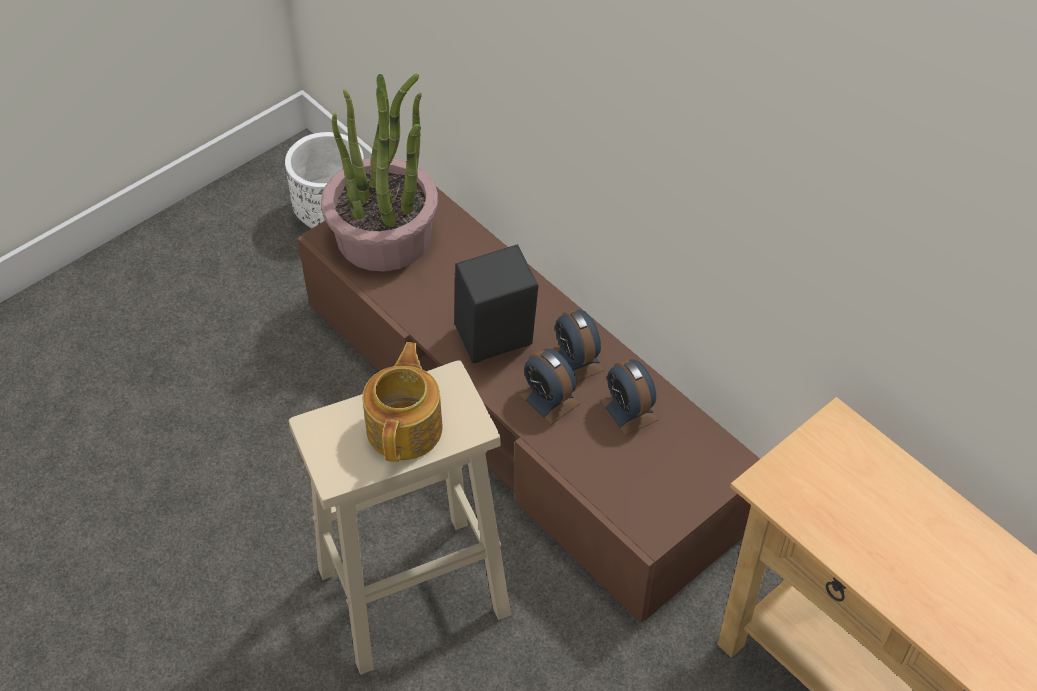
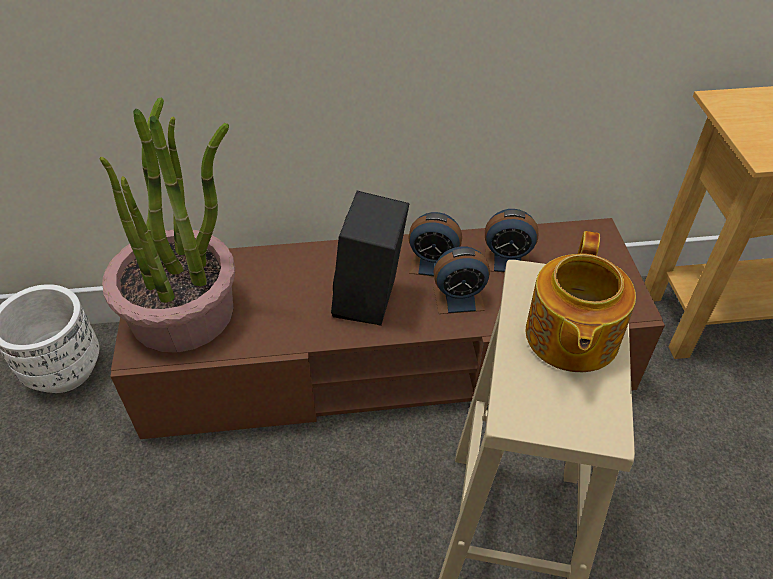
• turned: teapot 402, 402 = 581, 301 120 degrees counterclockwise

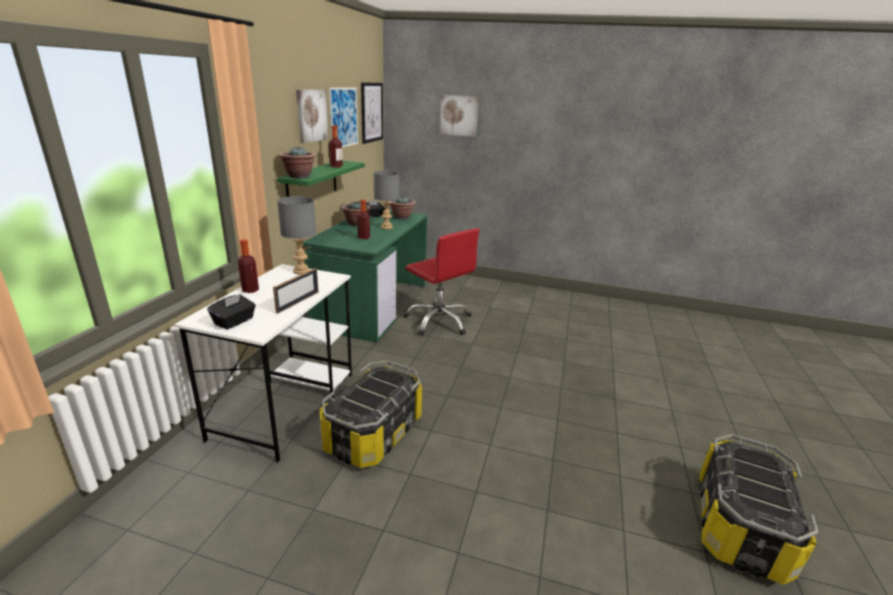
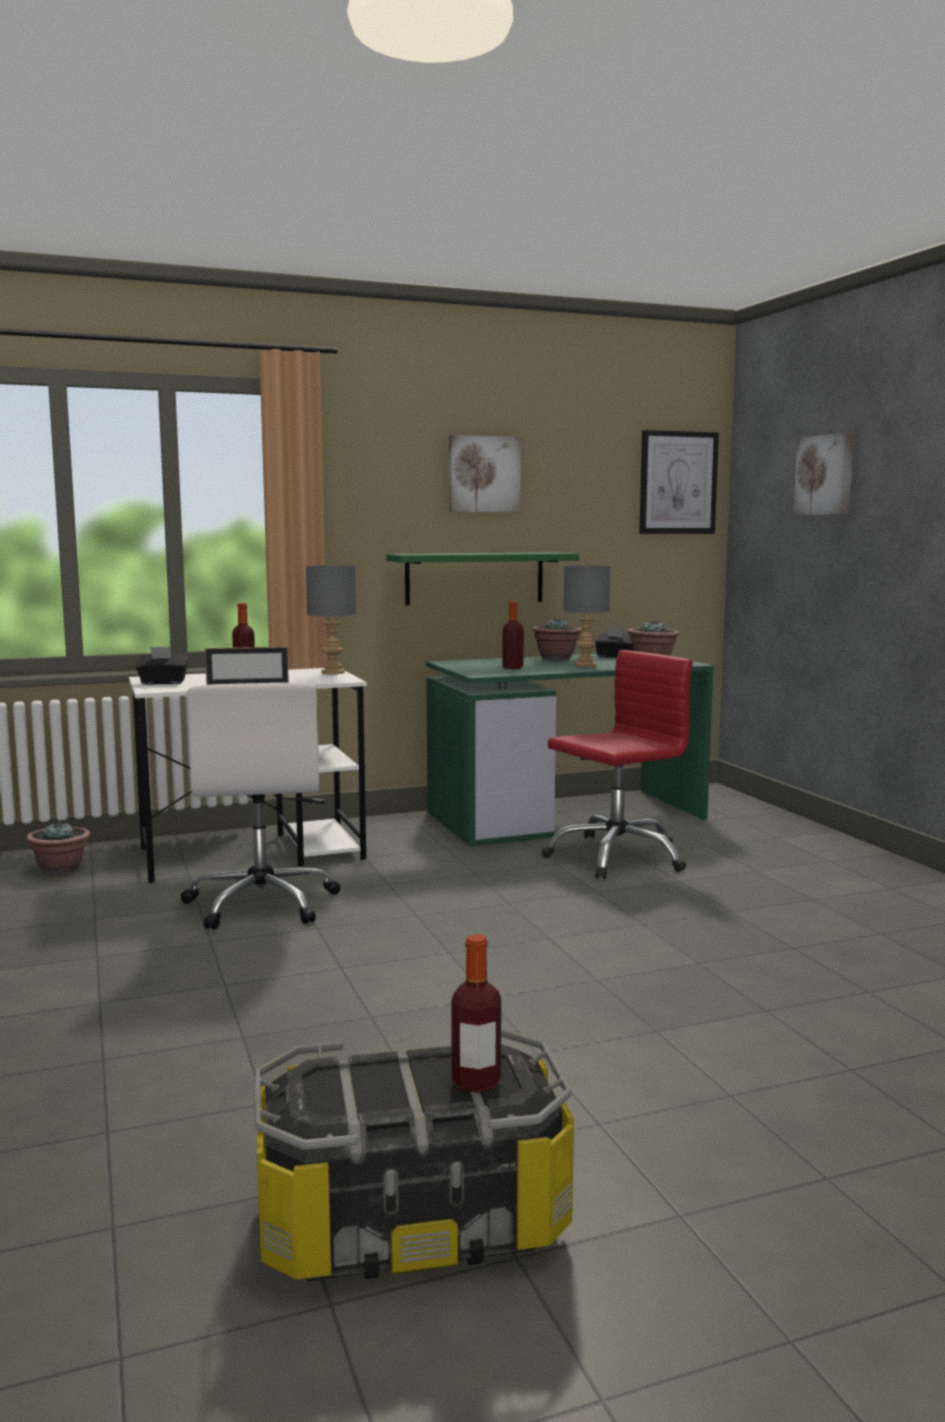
• removed: picture 343, 117
• moved: potted plant 297, 162 to 58, 848
• moved: bottle 336, 147 to 476, 1013
• replaced: storage box 371, 414 to white office chair 261, 806
• turned: red office chair 442, 282 = 617, 764 135 degrees counterclockwise

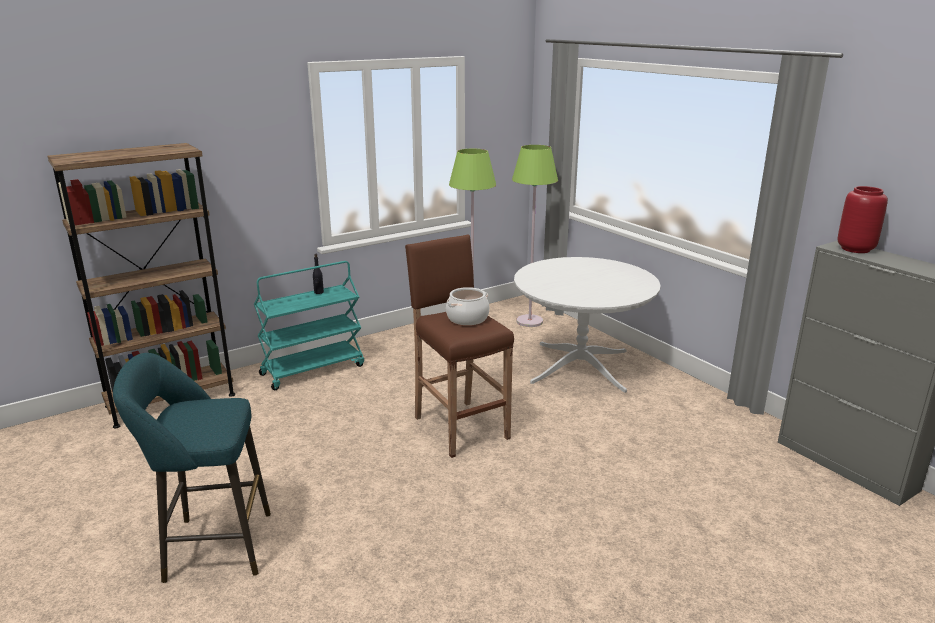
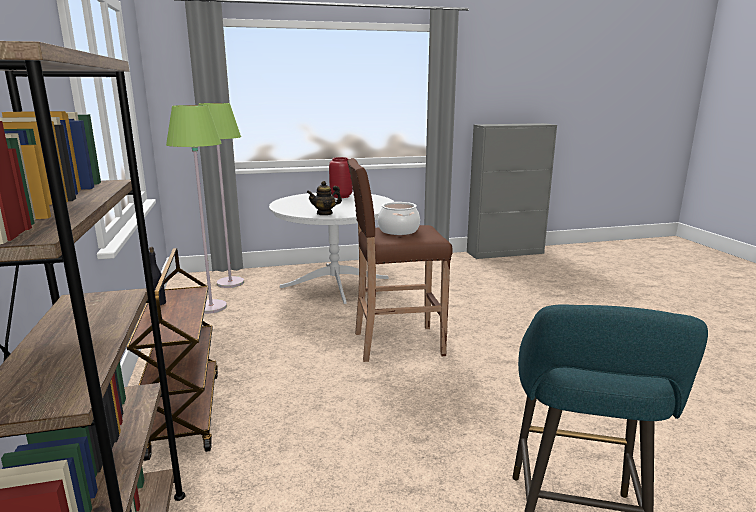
• added: teapot 324, 198
• moved: red vase 863, 219 to 341, 177
• recoloured: turquoise cart 309, 325 to brown cart 172, 354

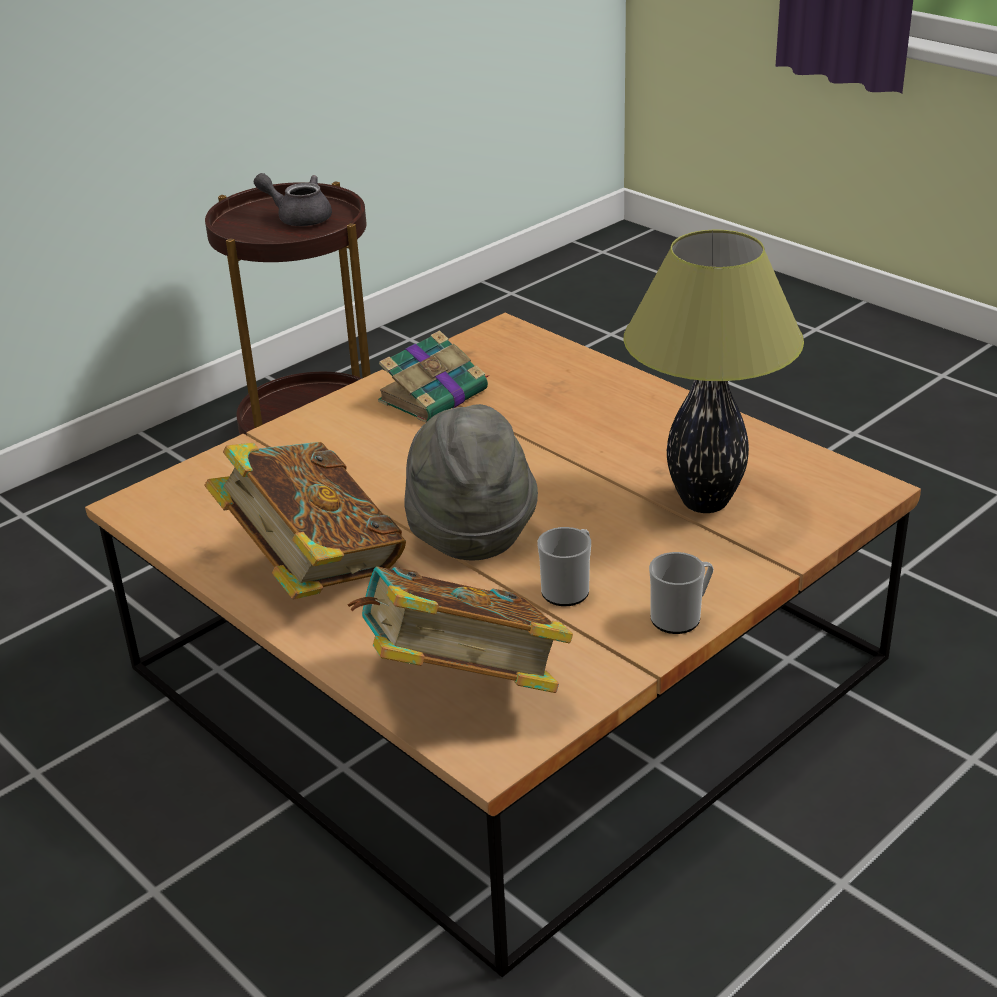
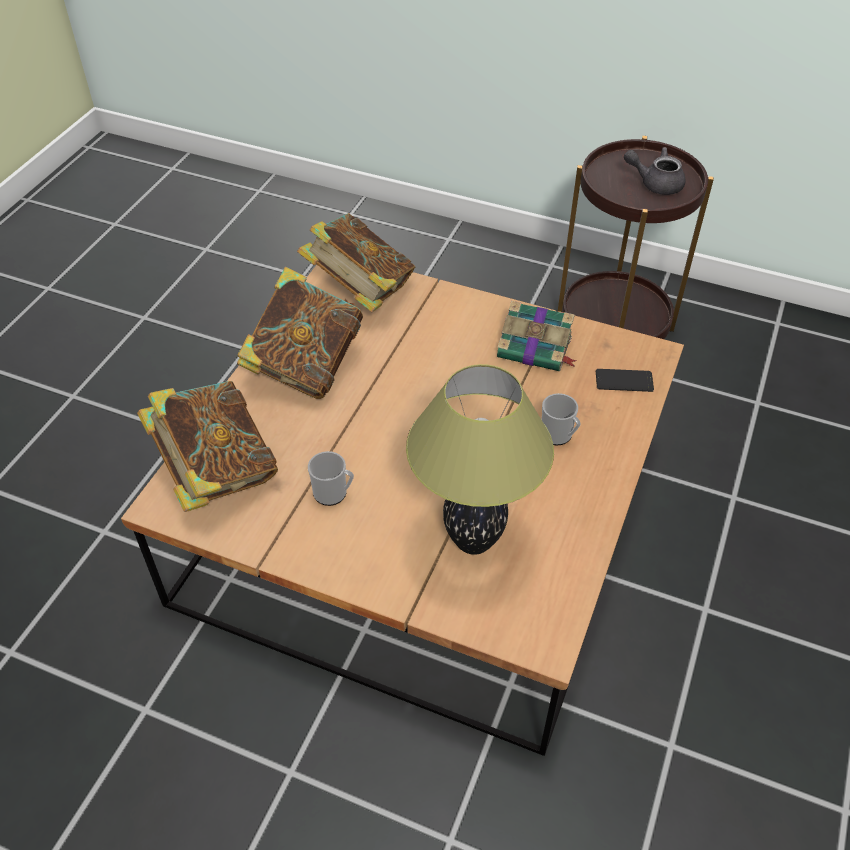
• removed: grey hat 471, 482
• added: book 356, 262
• added: phone 625, 380
• moved: mug 681, 593 to 561, 419
• turned: grey teapot 293, 199 = 655, 171 75 degrees counterclockwise

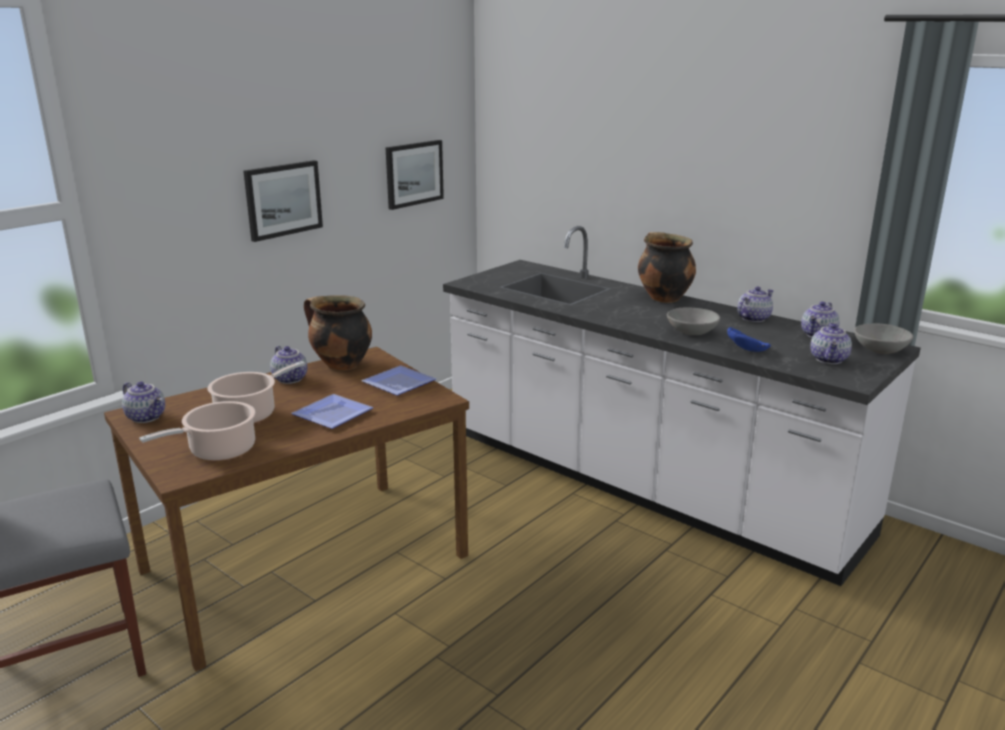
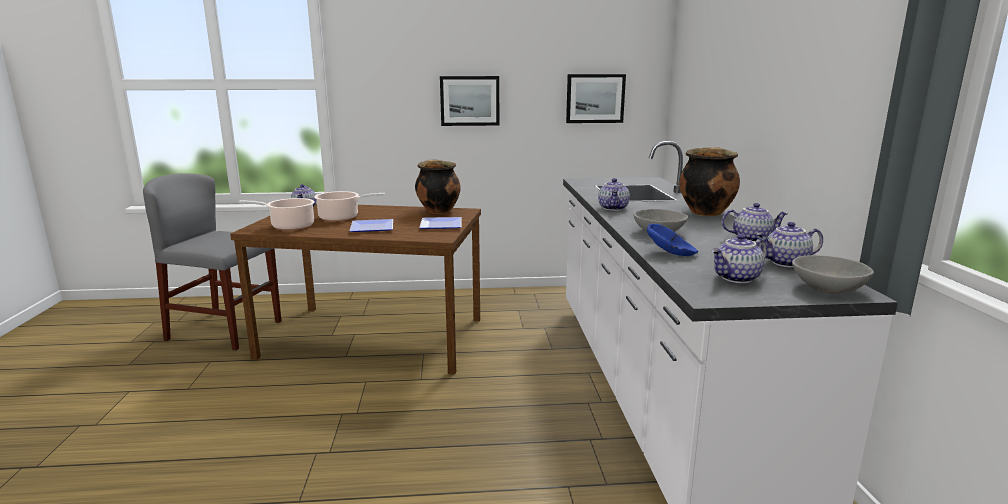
• moved: teapot 288, 365 to 614, 194

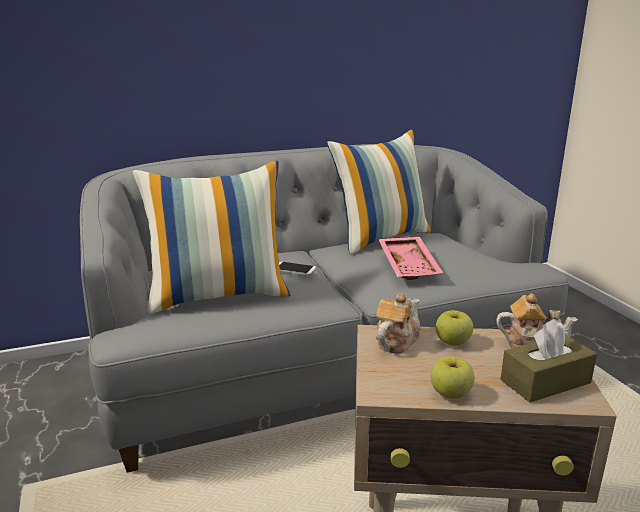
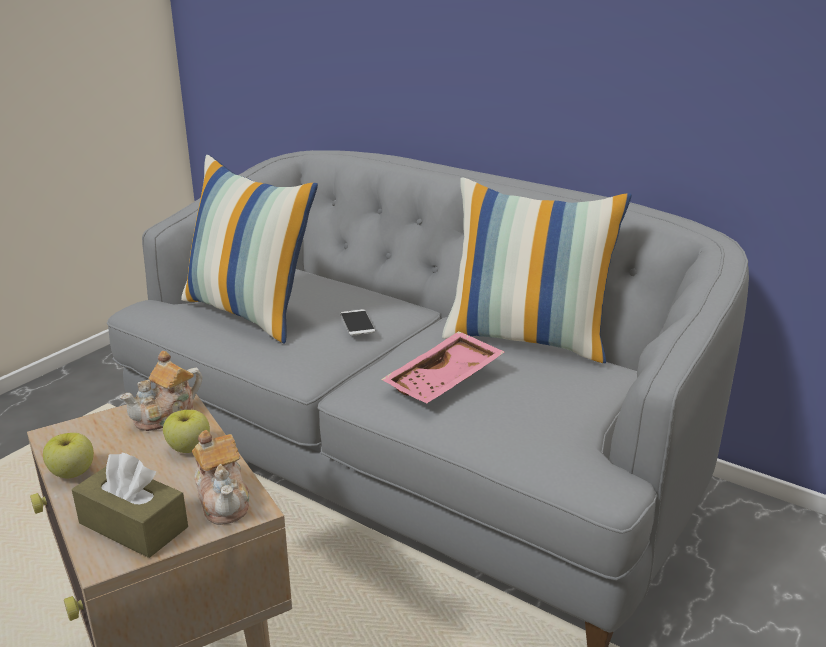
• turned: teapot 398, 323 = 161, 391 135 degrees clockwise

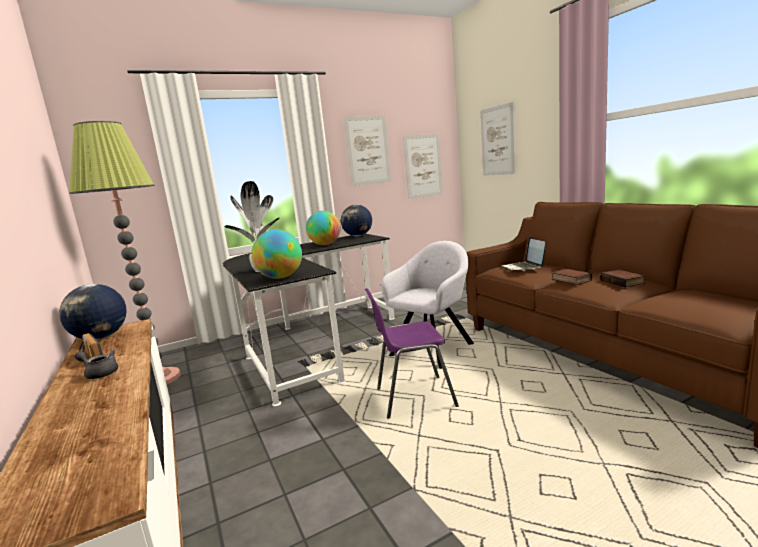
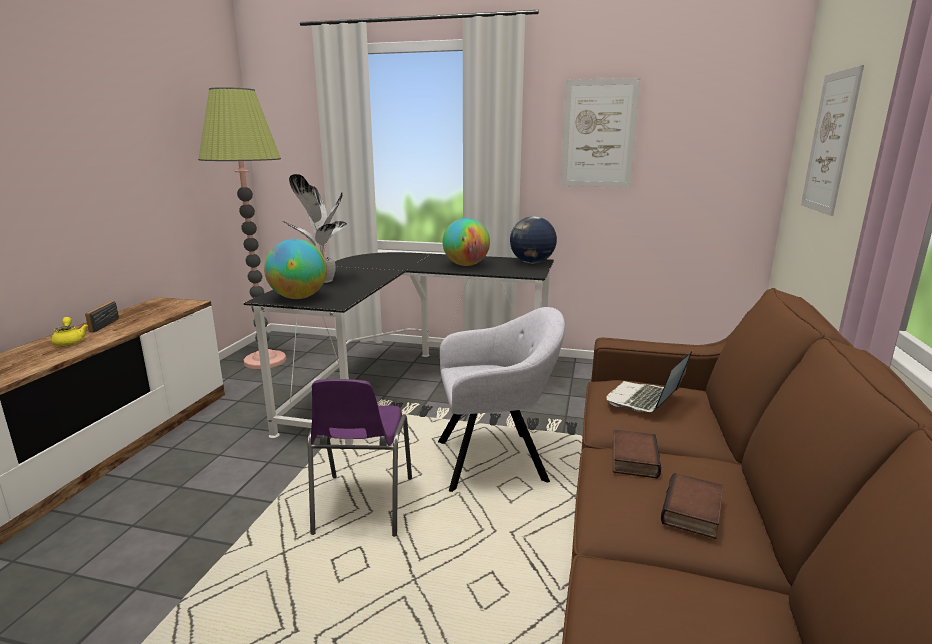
• removed: globe 93, 312
• removed: picture 423, 166
• recoloured: grey teapot 96, 364 to yellow teapot 69, 331
• turned: purple chair 412, 353 = 360, 457 120 degrees counterclockwise

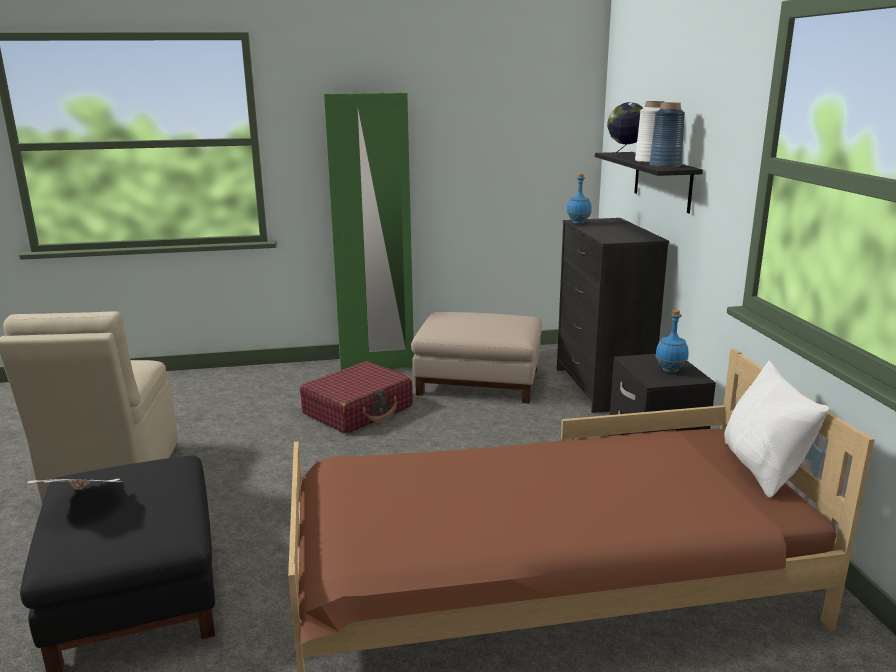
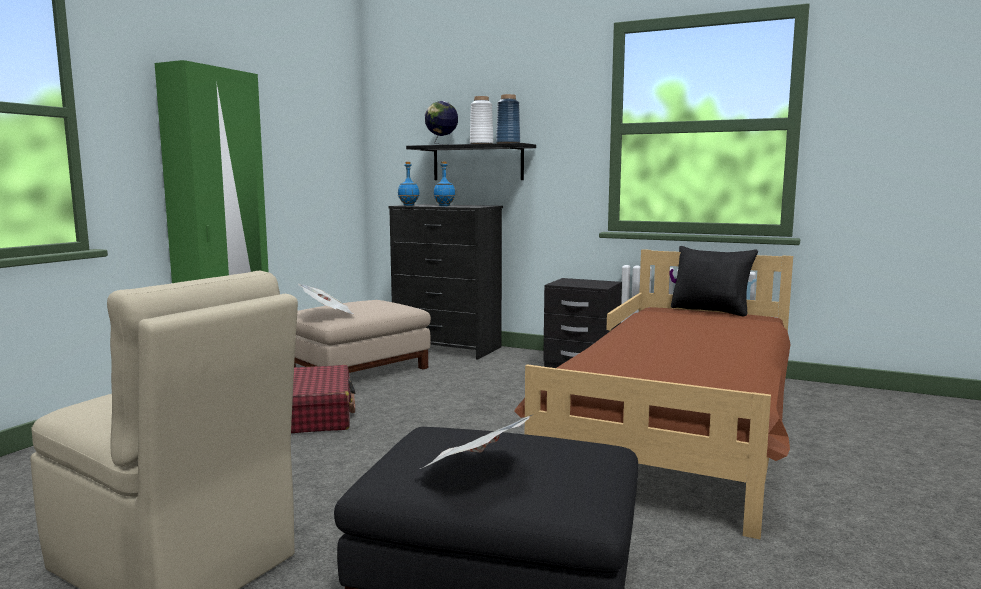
• added: newspaper 325, 299
• moved: blue bottle 672, 341 to 444, 183
• recoloured: white pillow 776, 429 to black pillow 714, 281

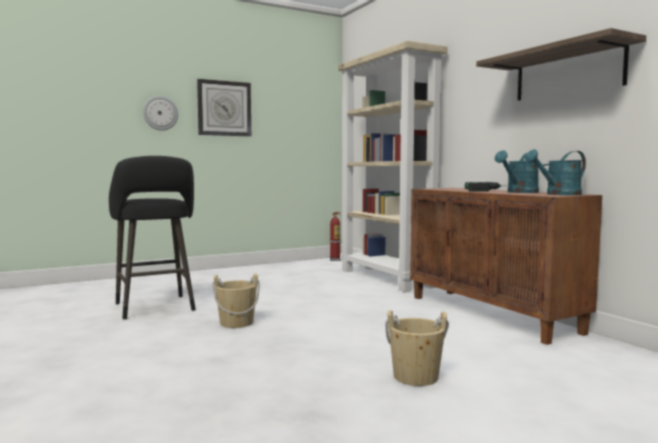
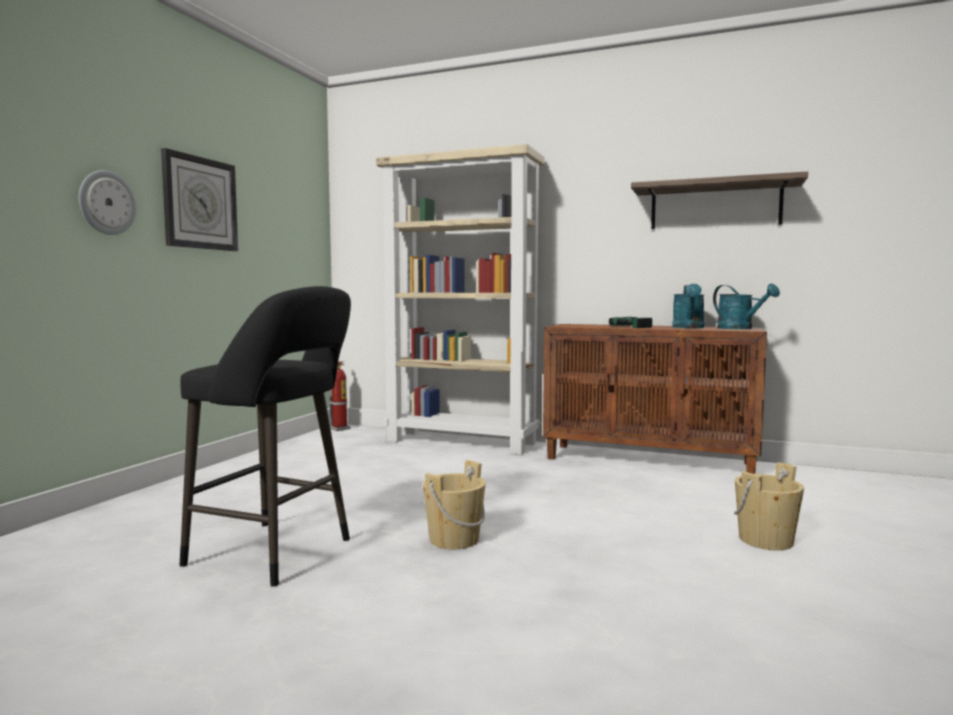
• turned: turquoise watering can 555, 172 = 746, 306 60 degrees counterclockwise

